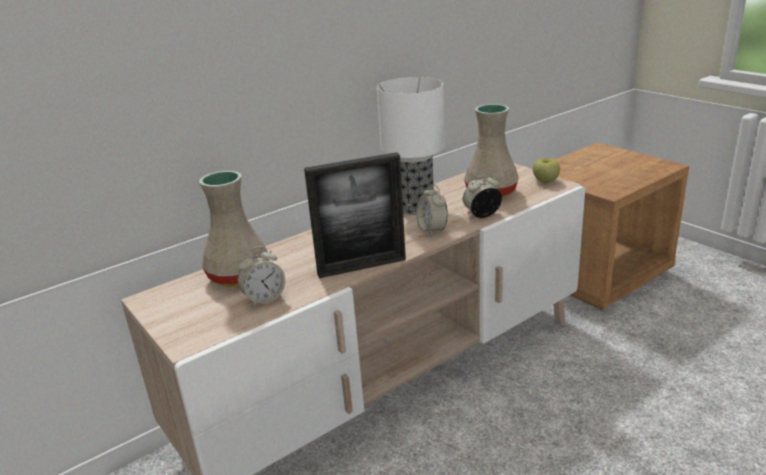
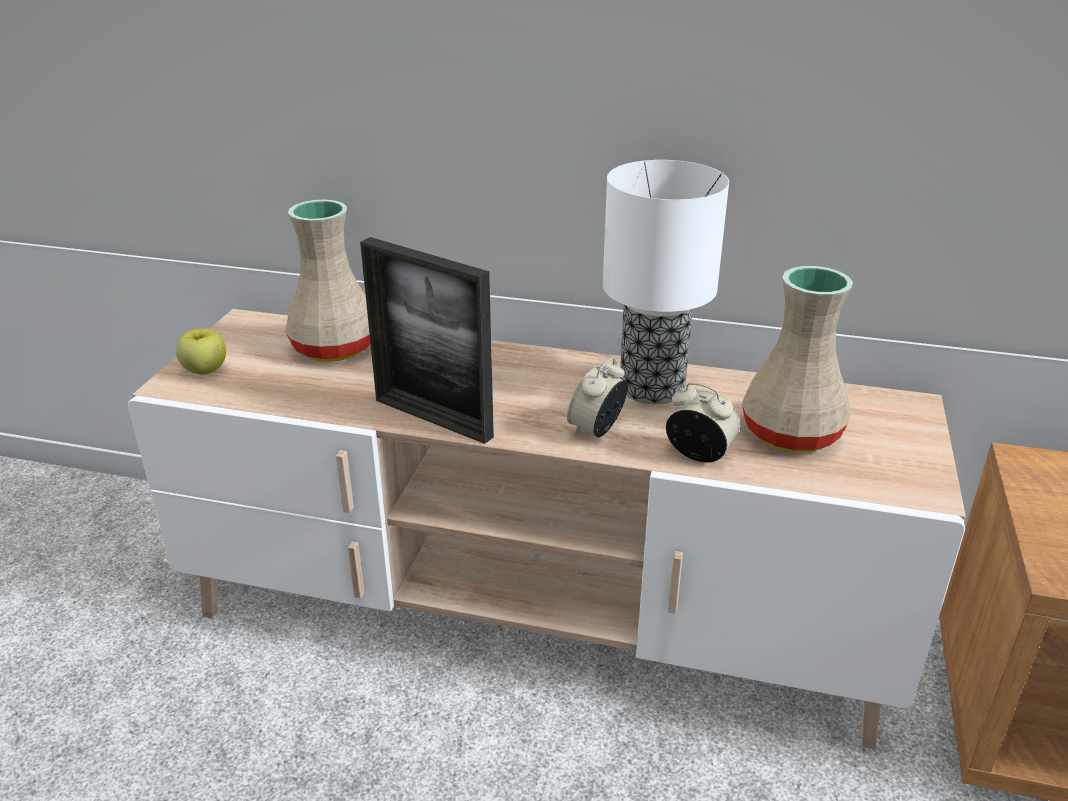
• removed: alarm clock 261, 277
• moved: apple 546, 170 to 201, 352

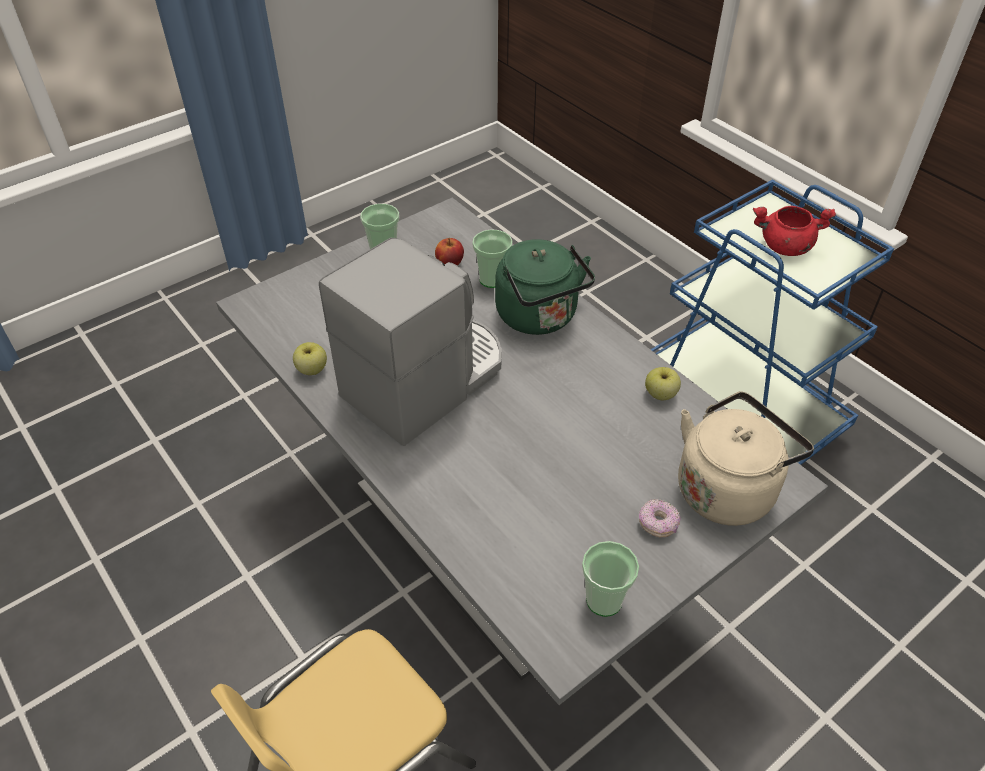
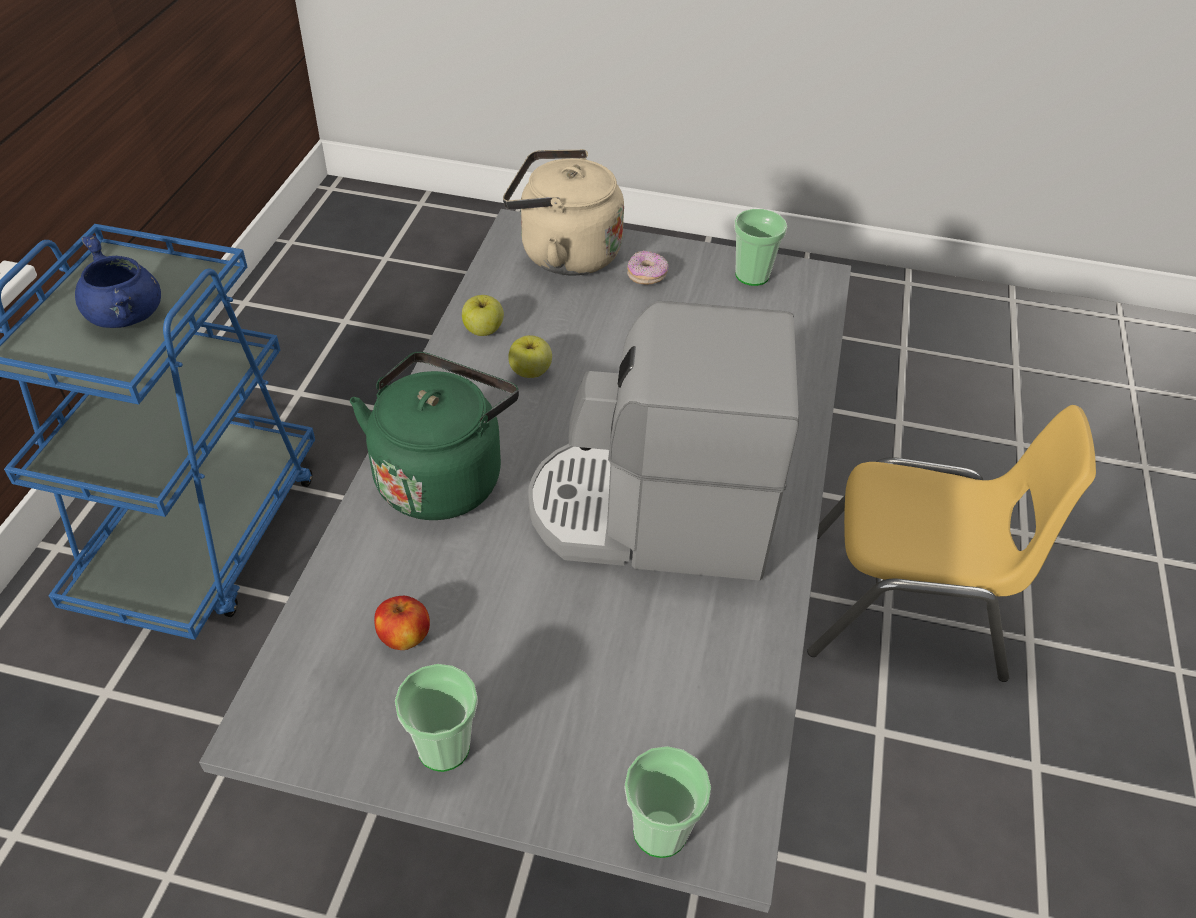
• moved: apple 310, 358 to 530, 356
• moved: cup 492, 259 to 668, 802
• recoloured: red cooking pot 794, 231 to blue cooking pot 118, 281

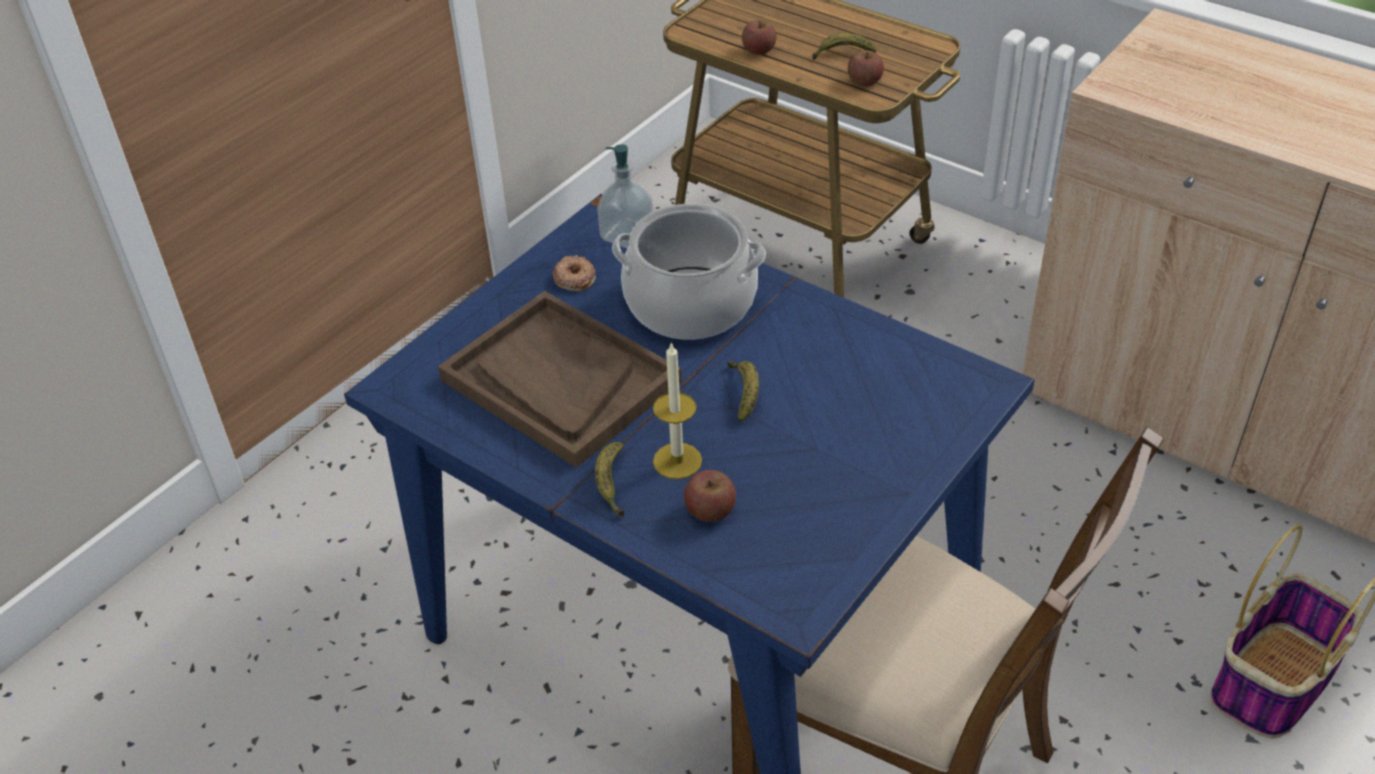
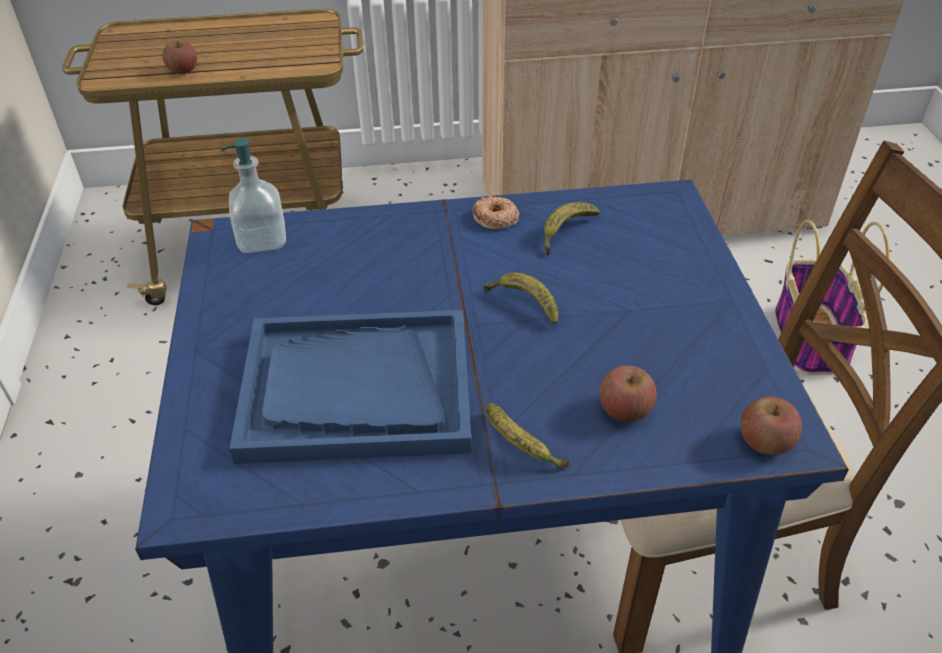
• removed: cooking pot 689, 272
• removed: candle 677, 410
• moved: donut 574, 273 to 495, 212
• moved: banana 844, 46 to 572, 228
• moved: apple 866, 68 to 771, 425
• recoloured: brown tray 560, 379 to blue tray 350, 387

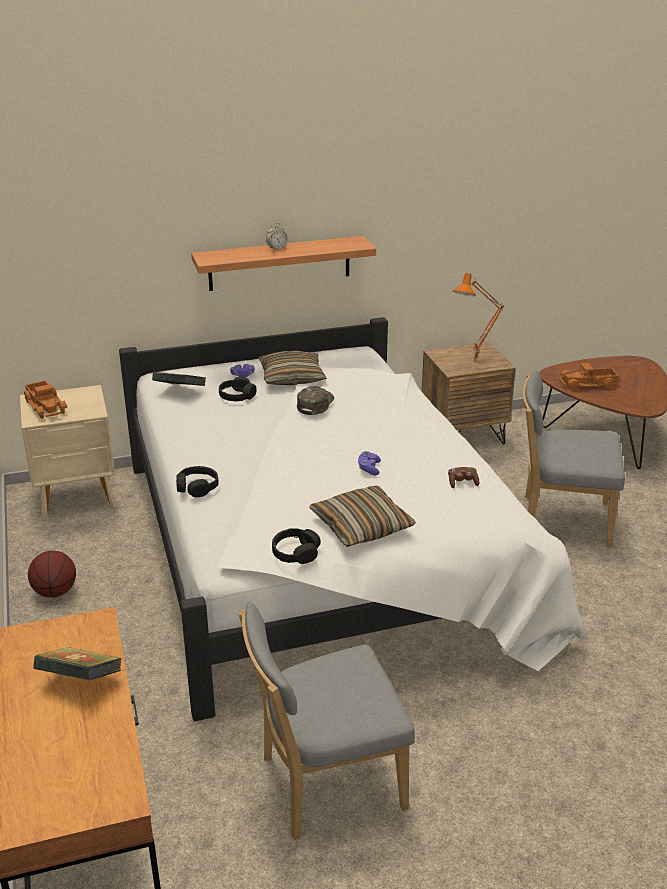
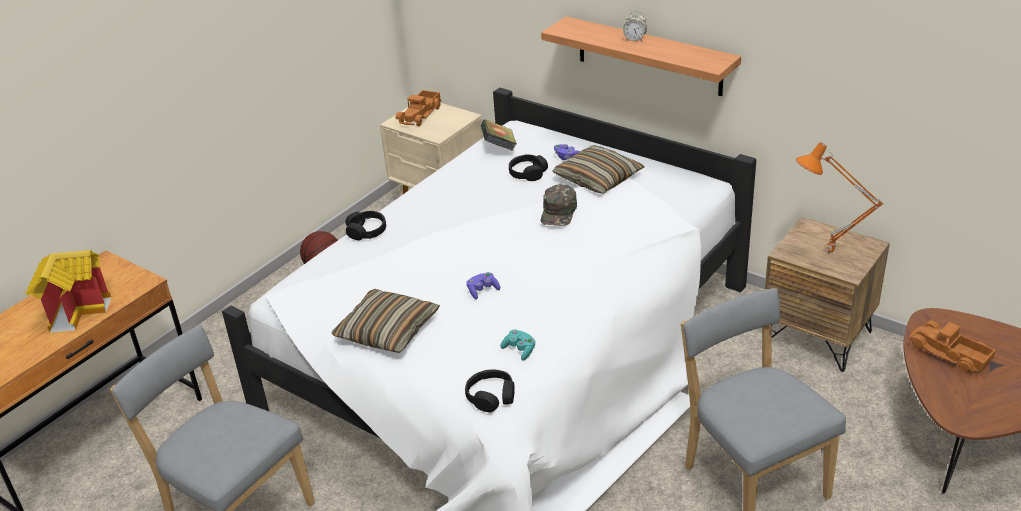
• moved: black headphones 296, 546 to 490, 390
• replaced: book 77, 663 to toy house 68, 291
• recoloured: brown game controller 463, 477 to turquoise game controller 518, 345
• turned: green cap 315, 400 = 559, 205 120 degrees clockwise

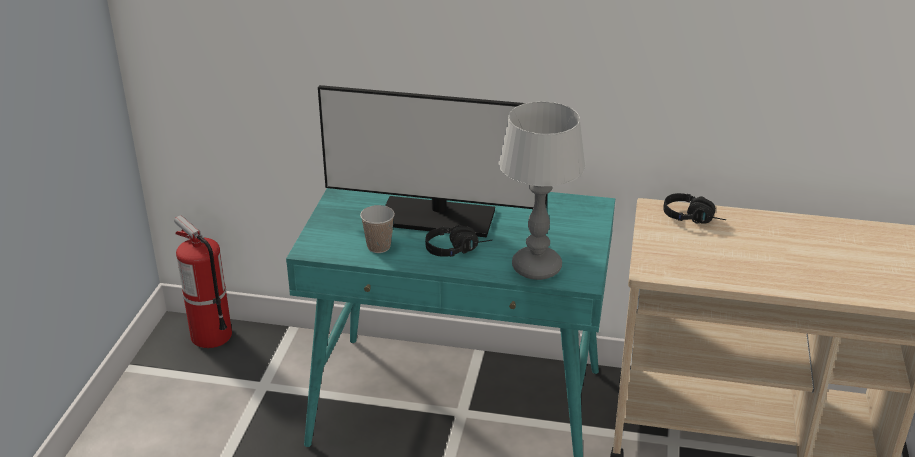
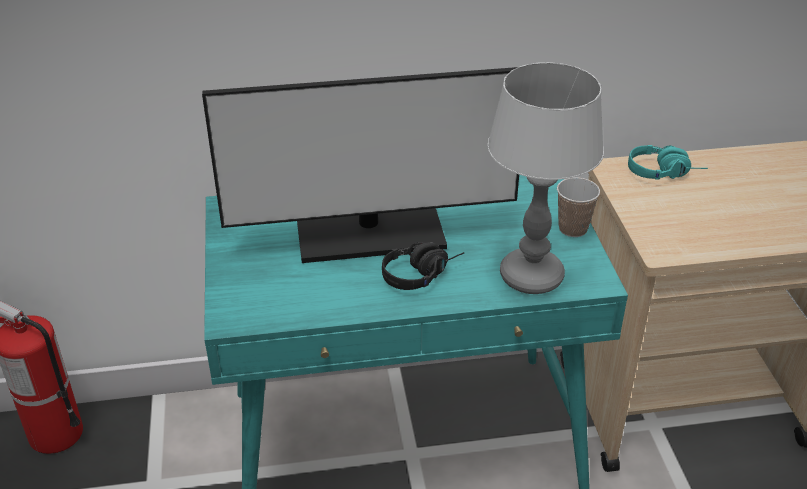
• moved: cup 377, 229 to 578, 207
• recoloured: black headphones 694, 208 to turquoise headphones 668, 162

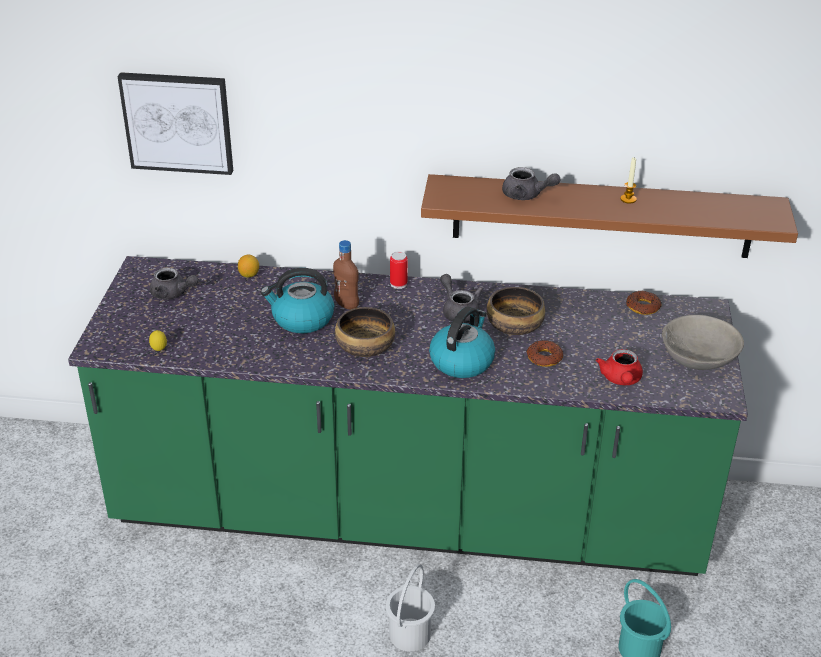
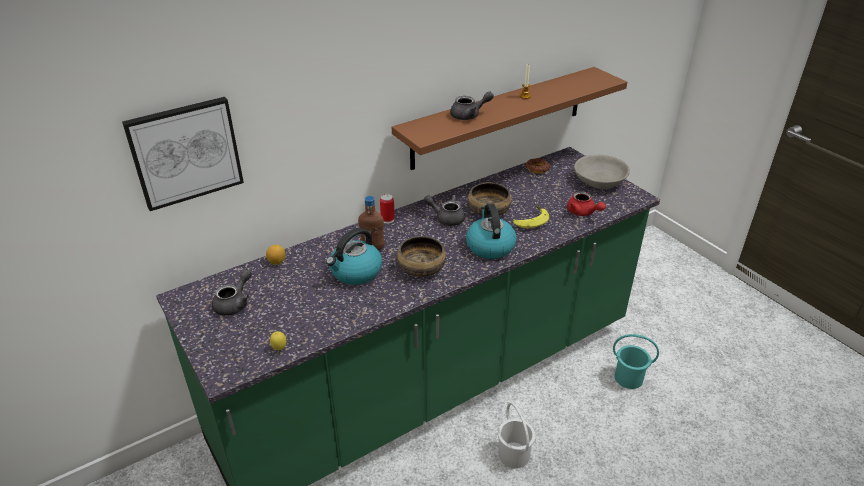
• replaced: donut 544, 353 to banana 530, 217
• turned: grey teapot 174, 284 = 232, 292 45 degrees counterclockwise

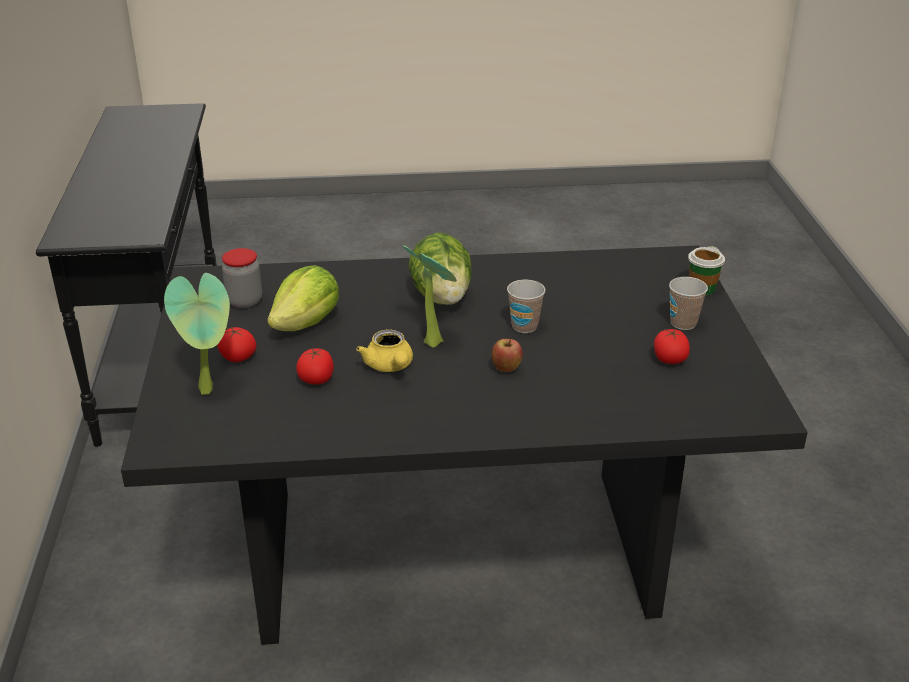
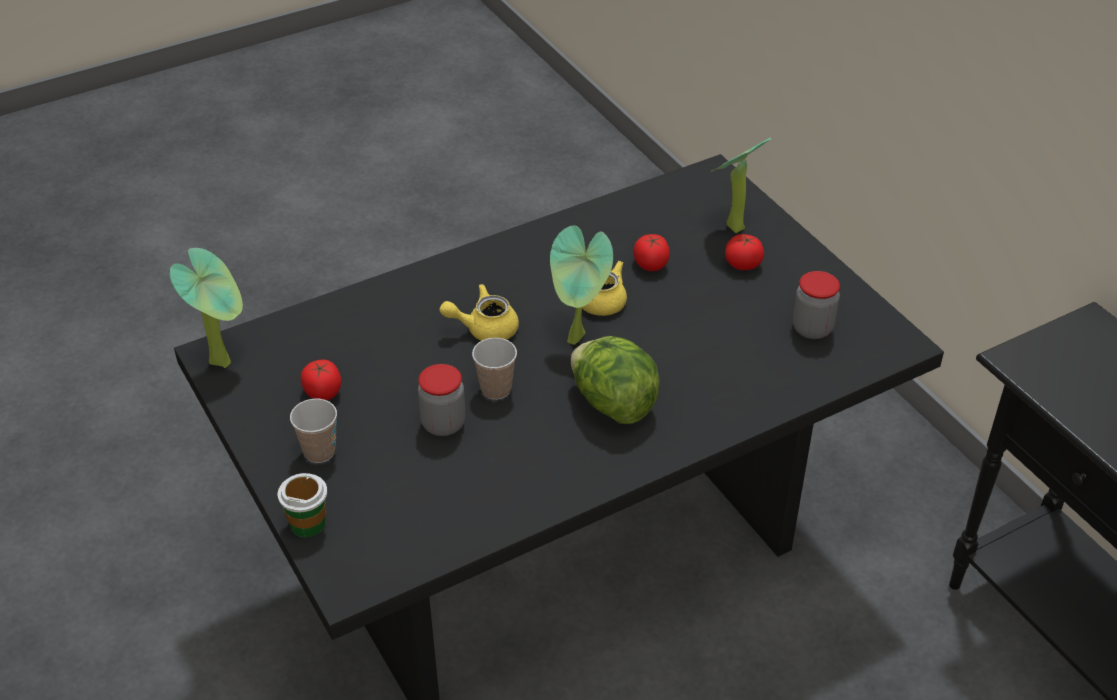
• removed: lettuce 303, 298
• added: potted plant 206, 308
• added: jar 442, 400
• replaced: apple 507, 355 to yellow teapot 479, 312

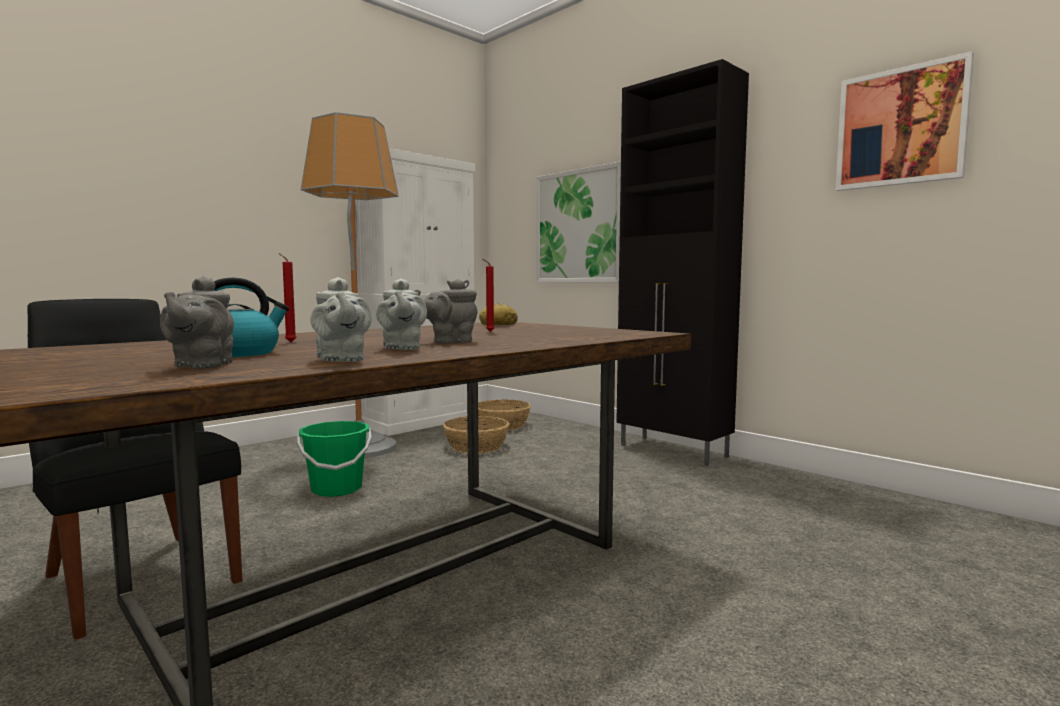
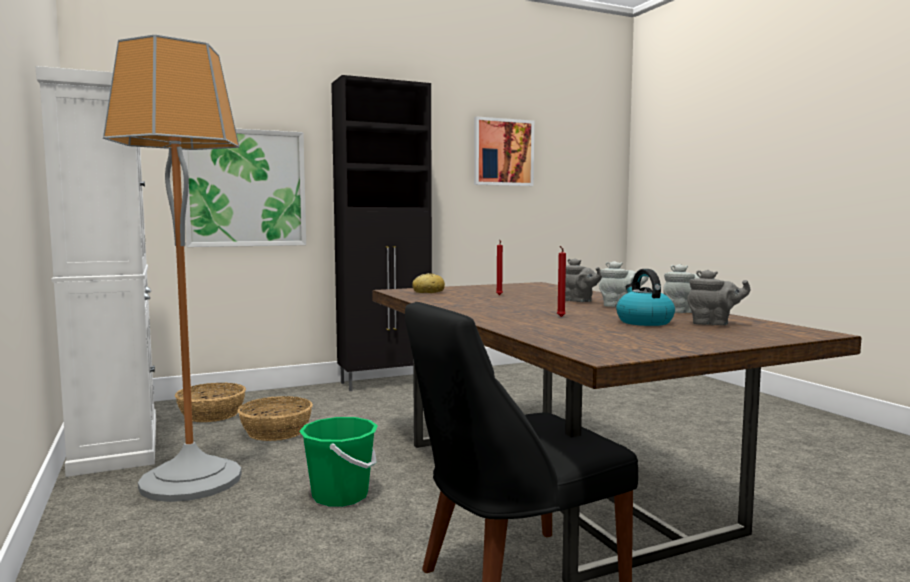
• turned: grey teapot 446, 311 = 583, 280 45 degrees counterclockwise

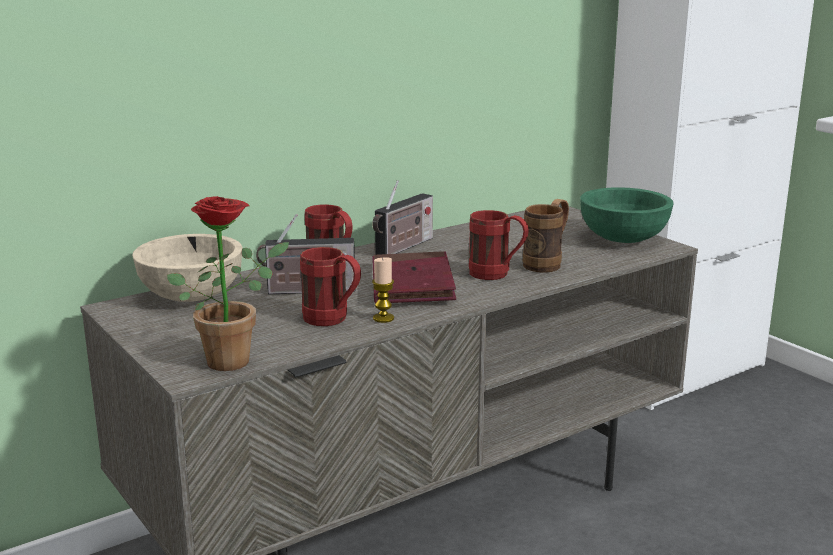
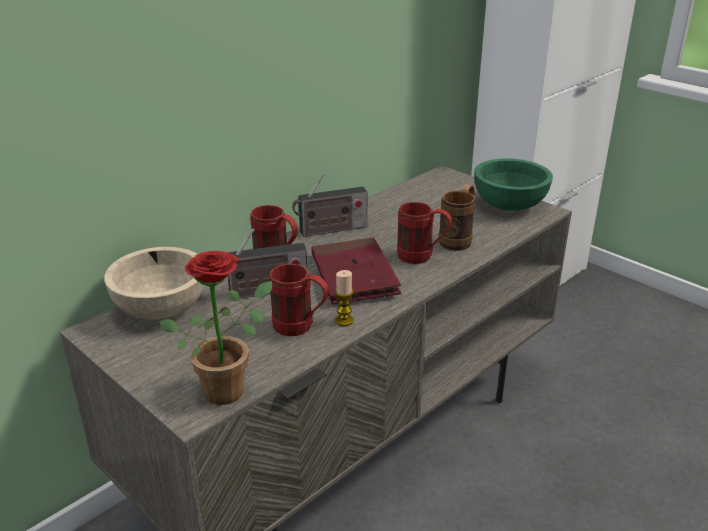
• turned: radio 402, 217 = 330, 205 45 degrees clockwise

